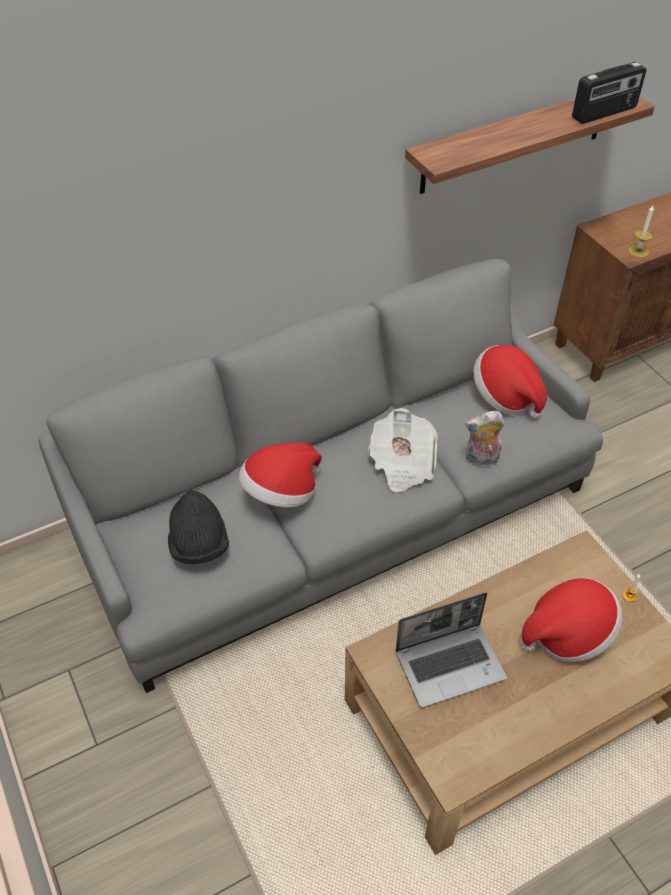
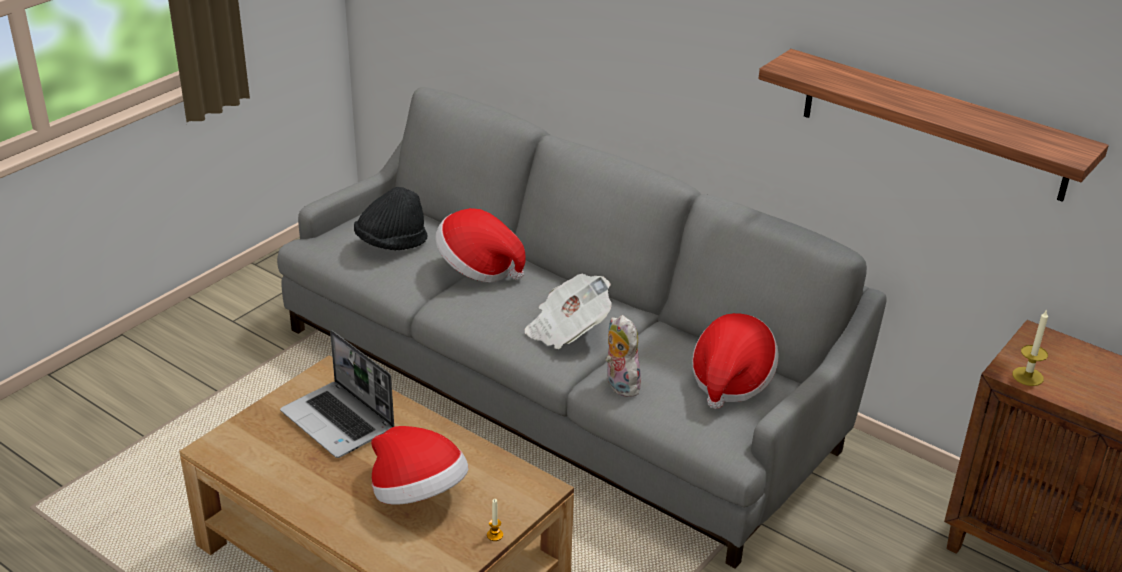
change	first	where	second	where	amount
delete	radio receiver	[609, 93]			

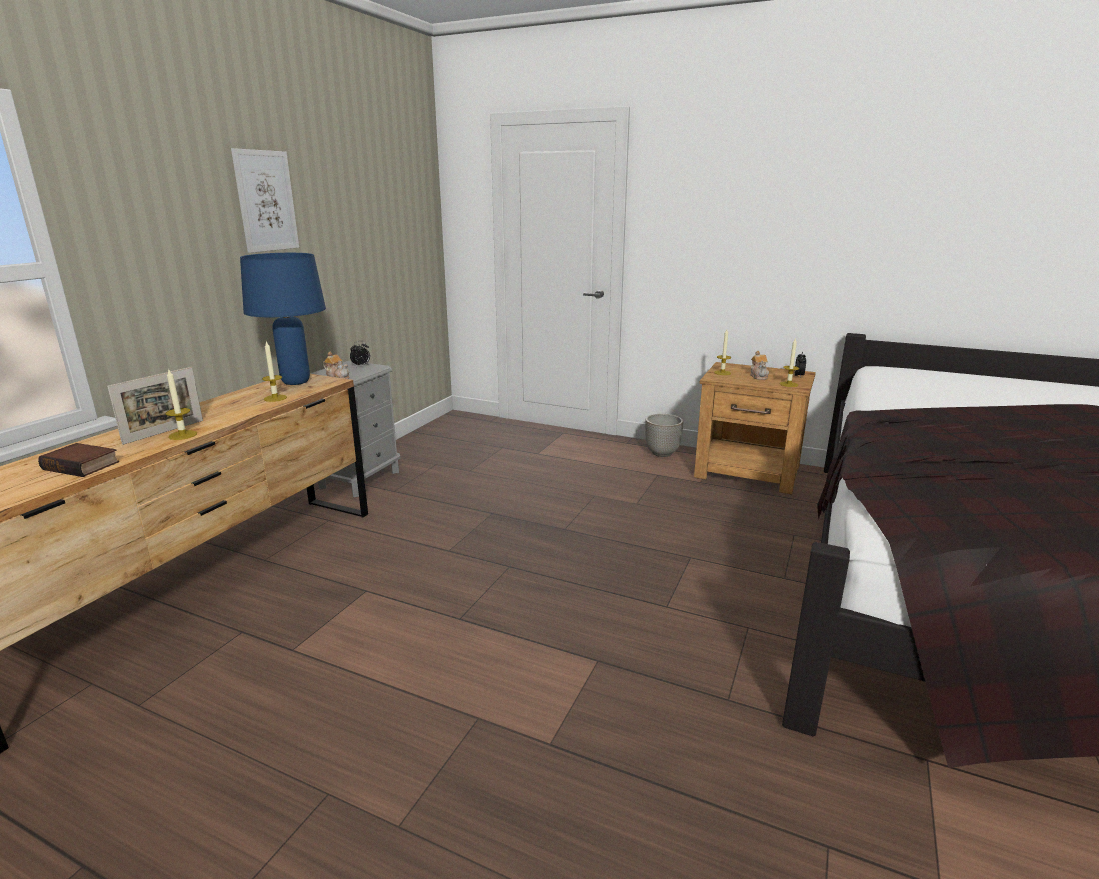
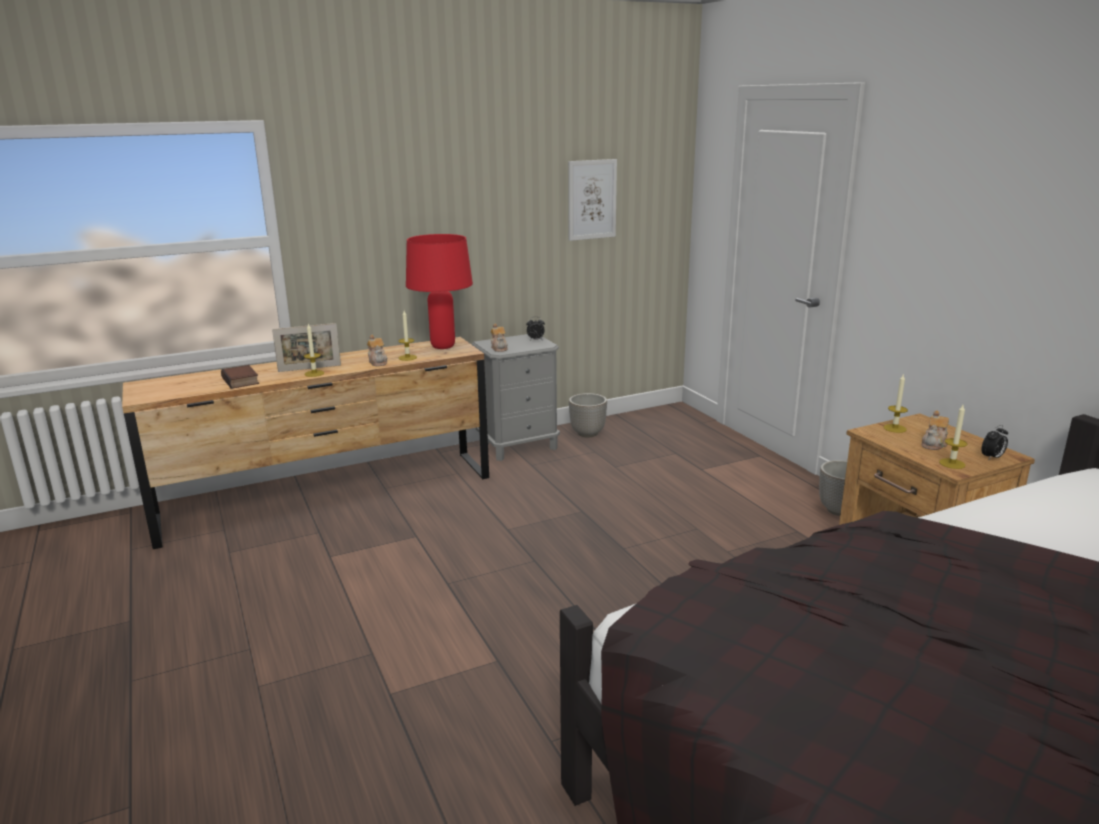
change	first	where	second	where	amount
insert			teapot	[377, 350]	
recolor	table lamp (blue-coloured)	[283, 319]	table lamp (reddish)	[439, 291]	
move	wall picture	[265, 200]		[592, 200]	
insert			plant pot	[588, 415]	

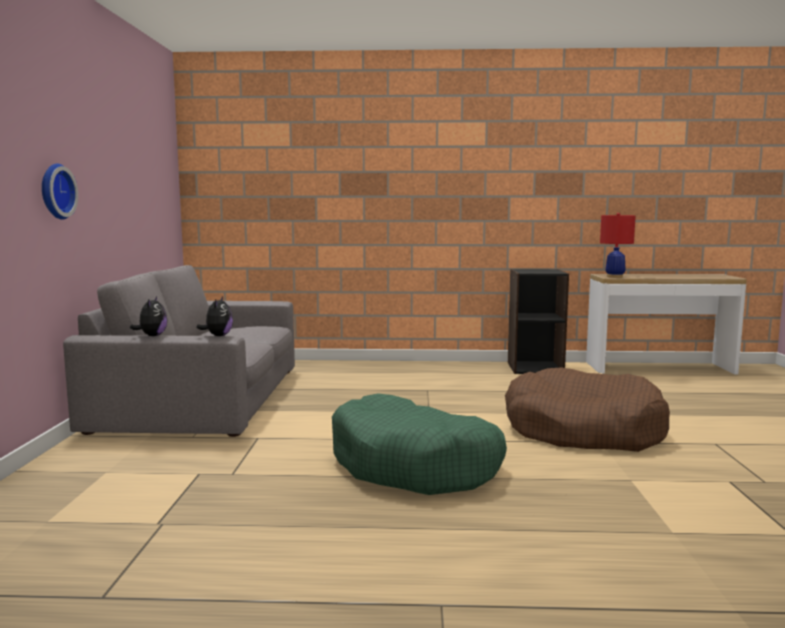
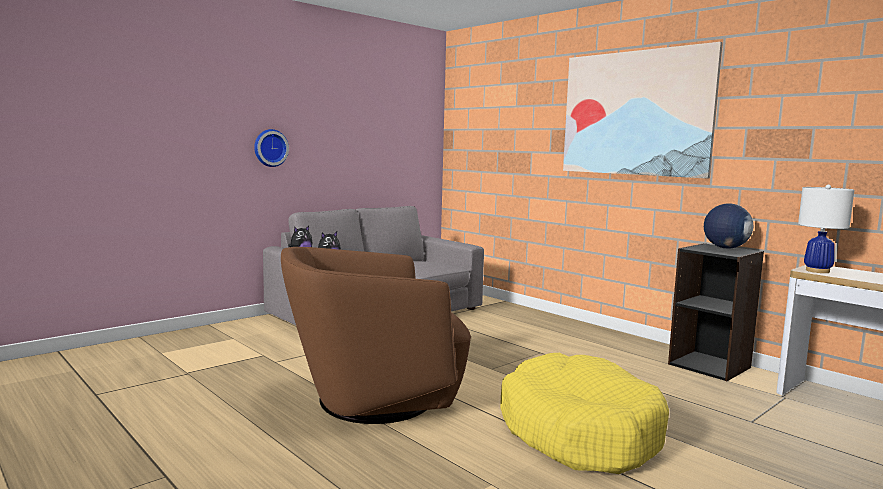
change	first	where	second	where	amount
replace	dog cushion (green)	[419, 444]	armchair (brown-coloured)	[376, 335]	
recolor	dog cushion (brown-coloured)	[587, 409]	dog cushion (yellow-coloured)	[584, 413]	
insert			wall picture	[643, 110]	
insert			desk globe	[728, 225]	
recolor	table lamp (reddish)	[618, 245]	table lamp (white-coloured)	[826, 229]	

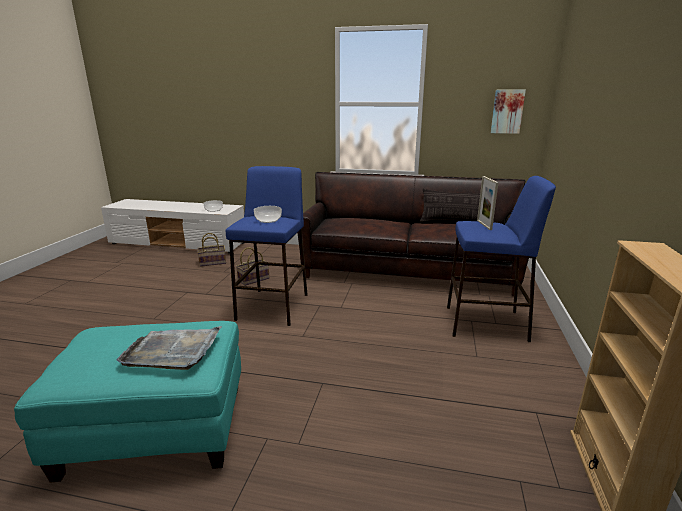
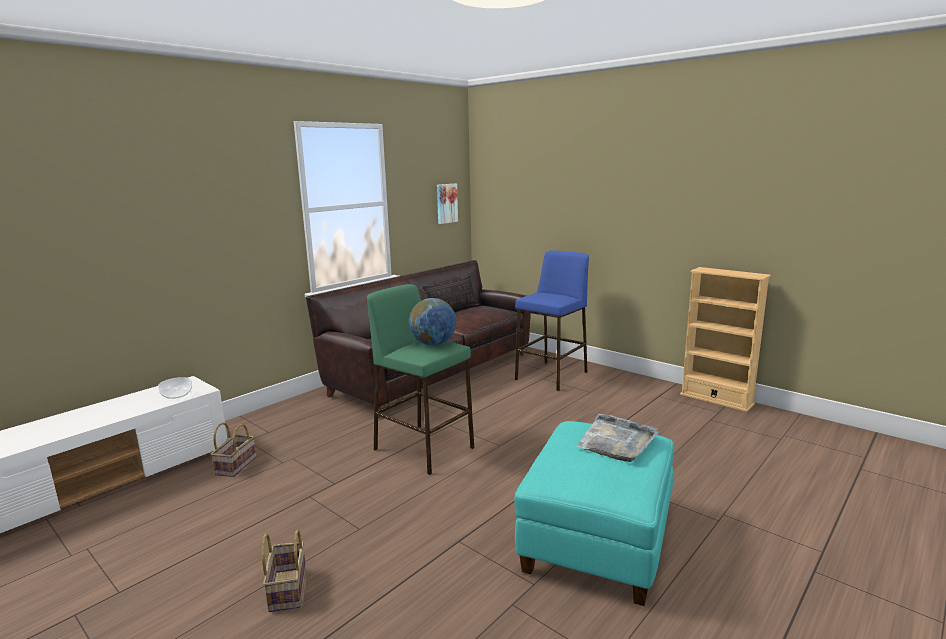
change	first	where	second	where	amount
move	storage basket	[252, 266]		[284, 571]	
recolor	sitting stool (blue-coloured)	[267, 246]	sitting stool (green)	[420, 379]	
replace	bowl	[268, 214]	desk globe	[432, 321]	
delete	picture frame	[488, 203]			

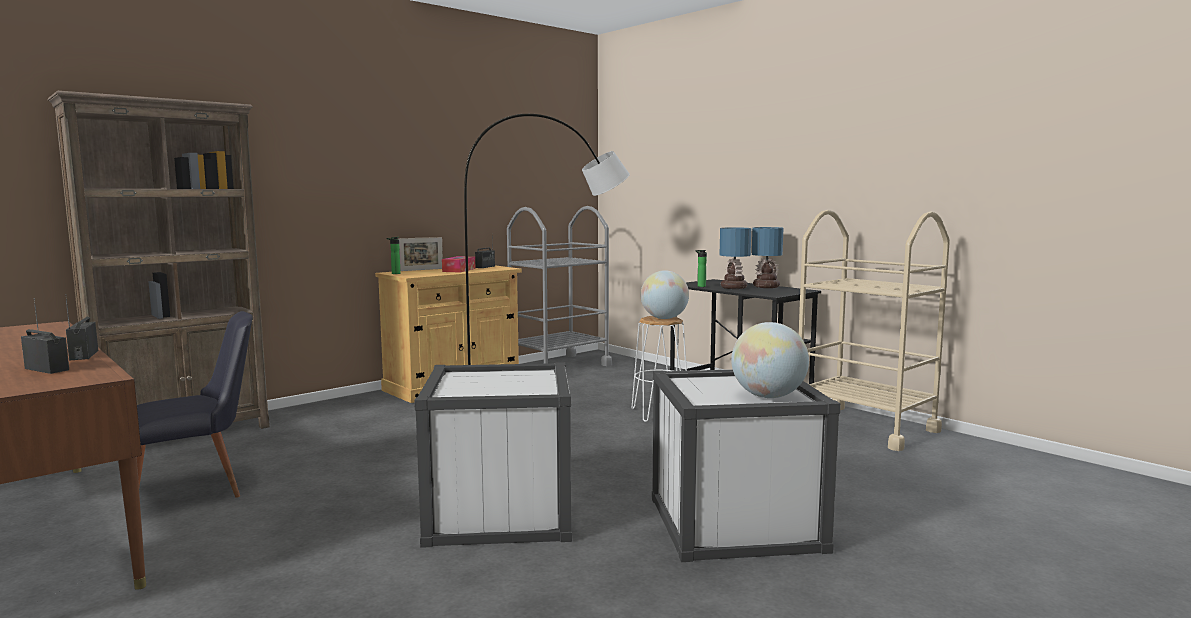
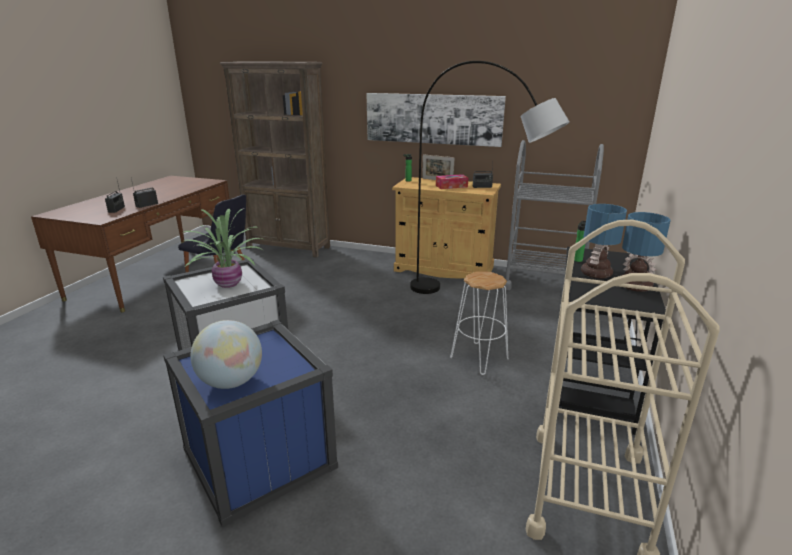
change	first	where	second	where	amount
recolor	storage bin (white-coloured)	[746, 465]	storage bin (blue-coloured)	[250, 424]	
insert			plant in a pot	[223, 248]	
insert			wall picture	[436, 120]	
delete	desk globe	[664, 294]			

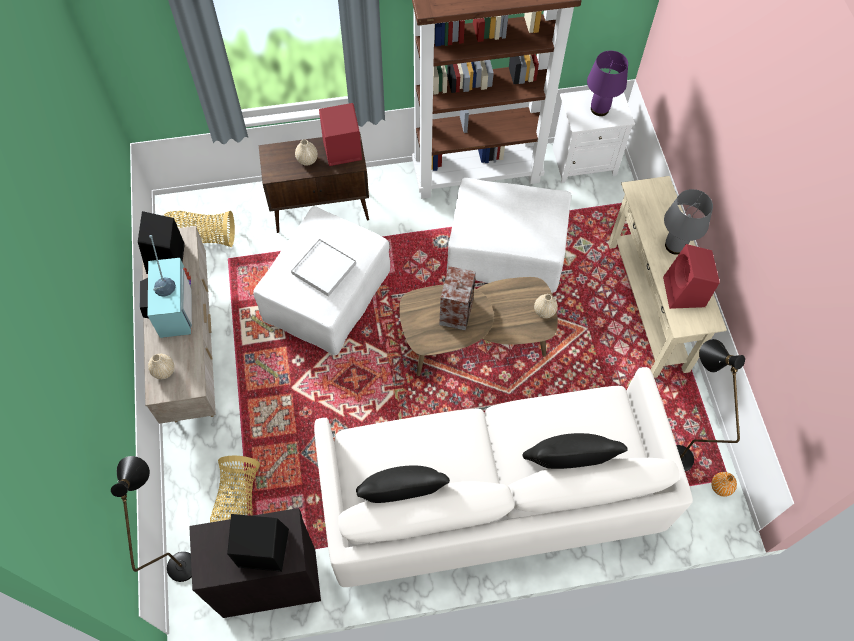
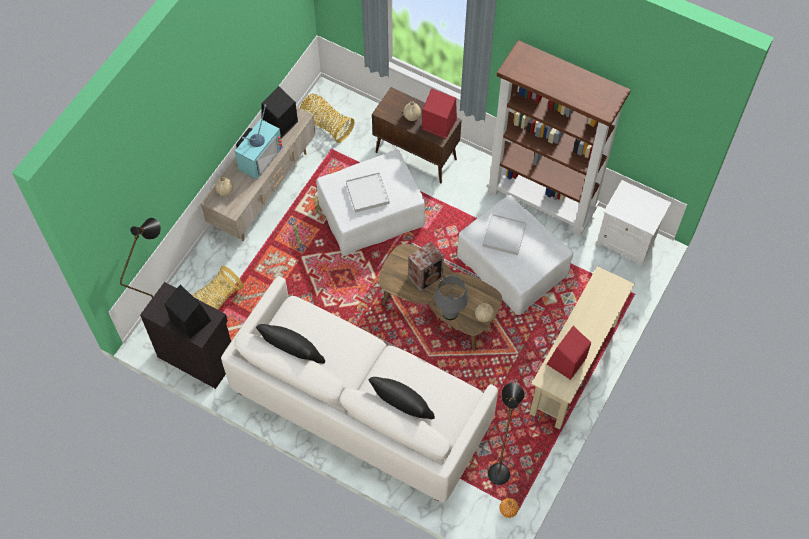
change	first	where	second	where	amount
move	table lamp (gray)	[688, 222]		[451, 297]	
insert			carrying tray (white-coloured)	[505, 234]	
delete	table lamp (purple-coloured)	[607, 83]			

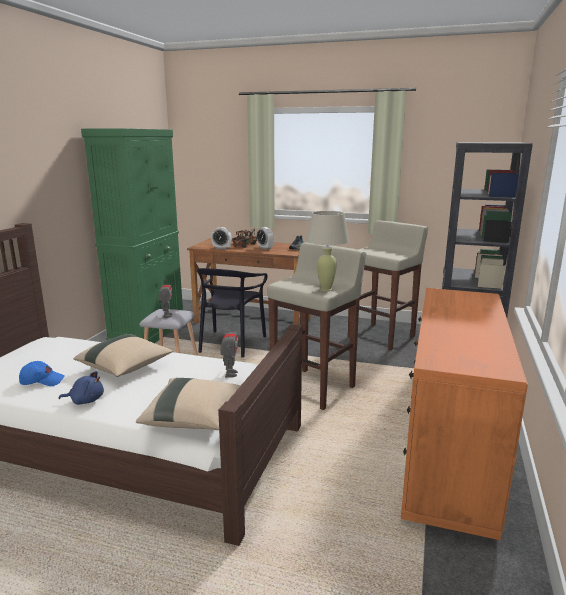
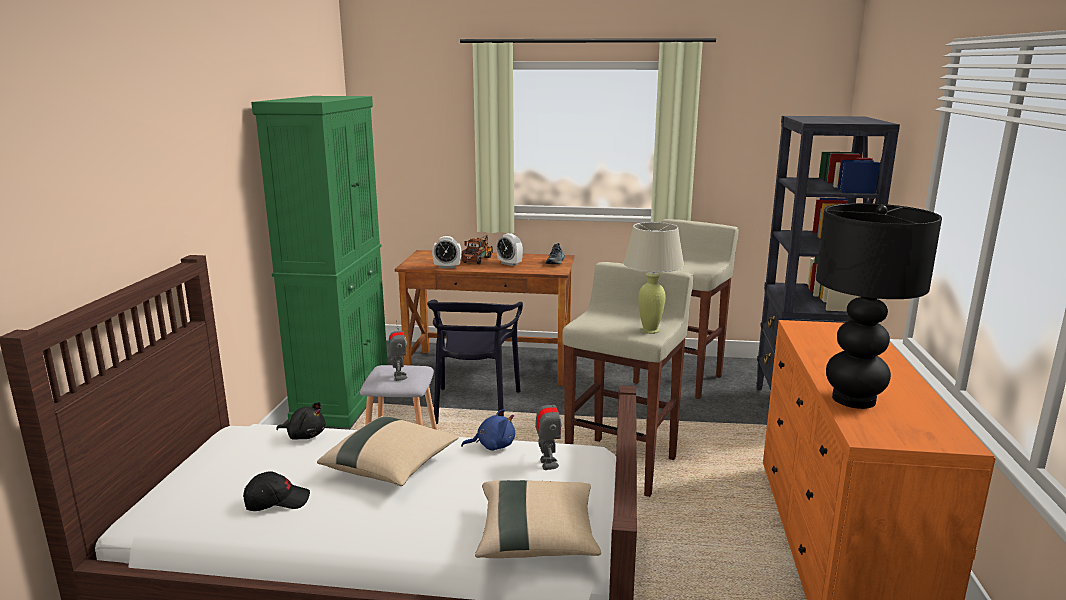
change	first	where	second	where	amount
recolor	peaked cap (blue-coloured)	[42, 373]	peaked cap (blackish)	[276, 491]	
insert			cuddly toy (blackish)	[301, 421]	
move	cuddly toy (blue-coloured)	[81, 388]		[488, 430]	
insert			table lamp (blackish)	[879, 306]	

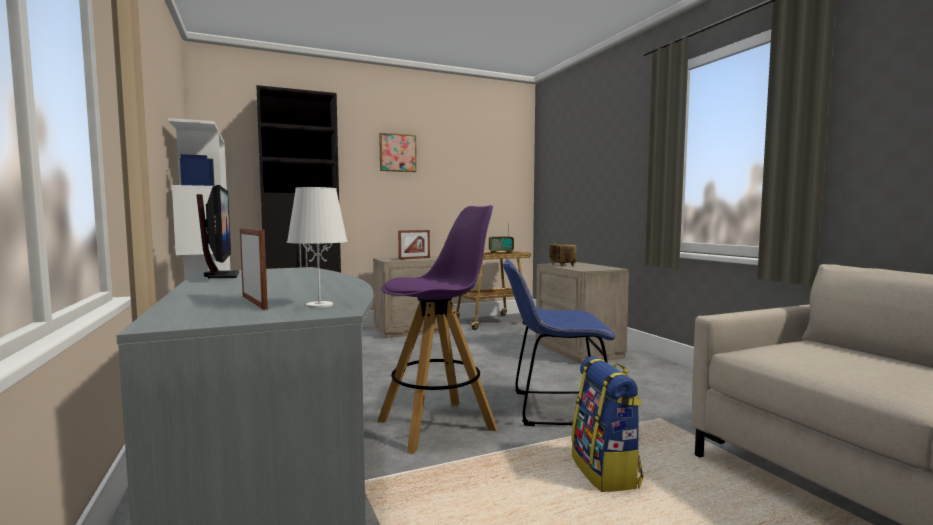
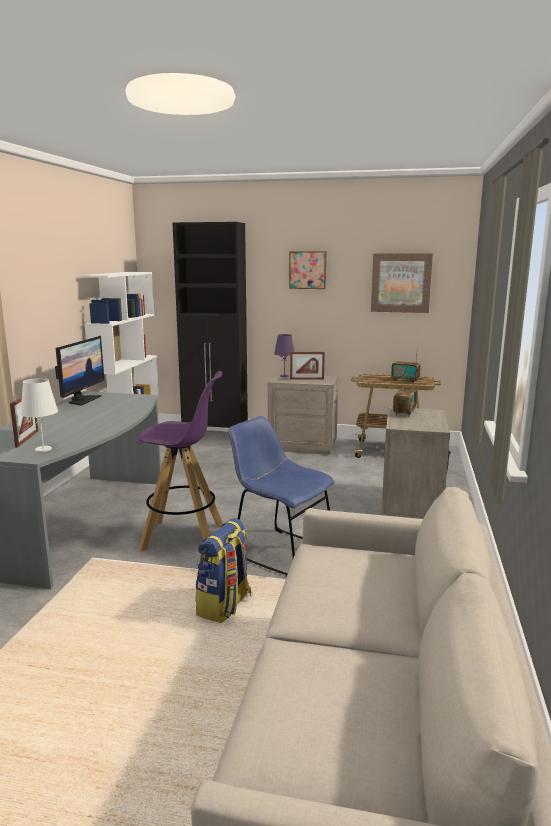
change	first	where	second	where	amount
insert			table lamp (purple-coloured)	[284, 355]	
insert			wall picture	[402, 283]	

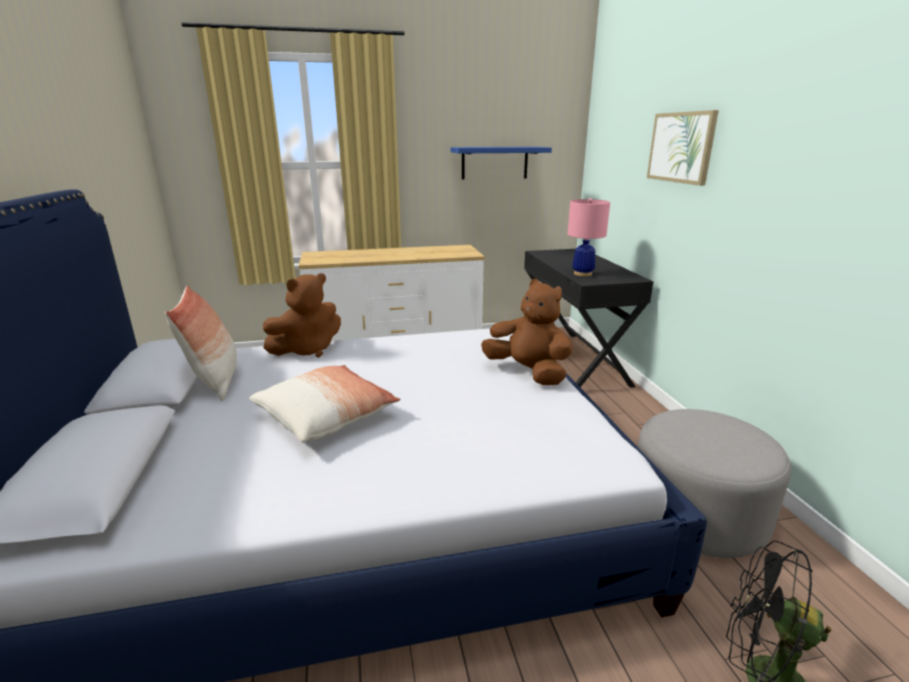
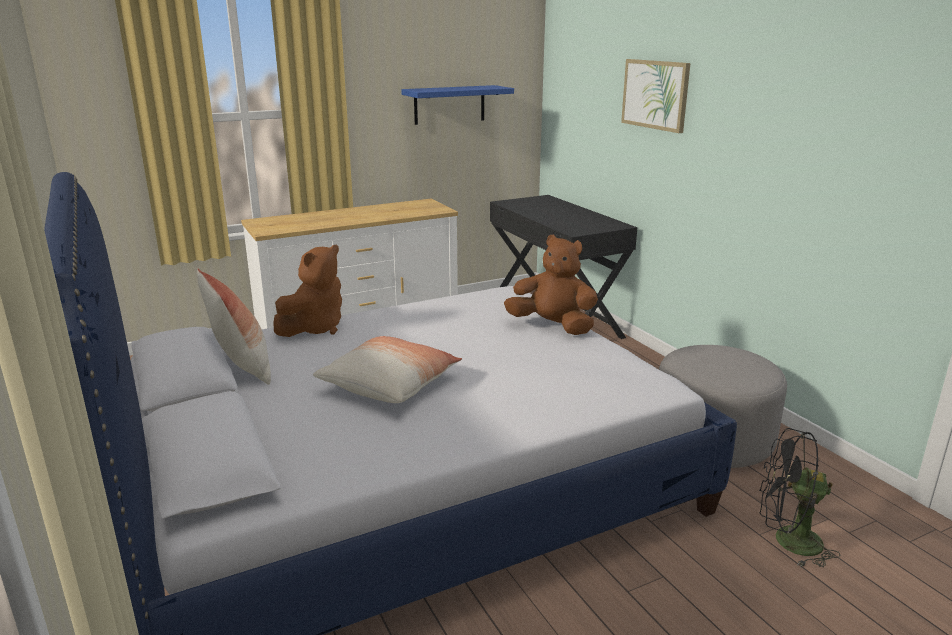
change	first	where	second	where	amount
delete	table lamp (pink)	[589, 237]			

